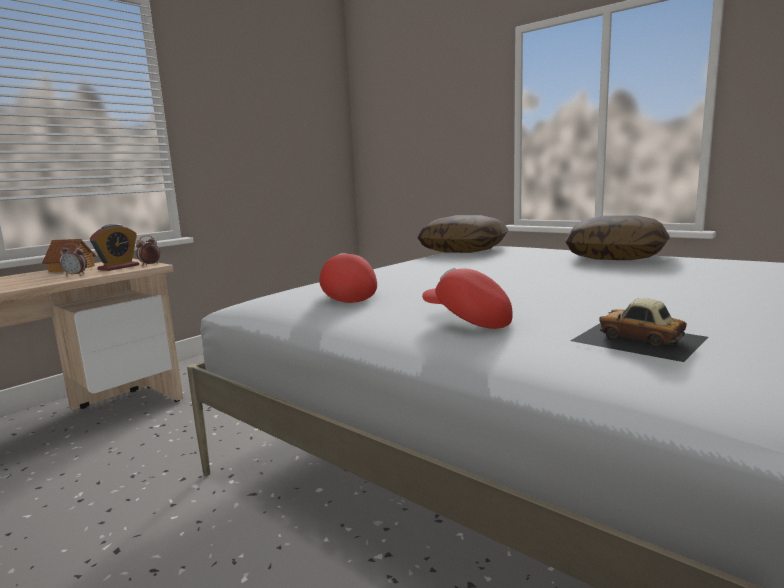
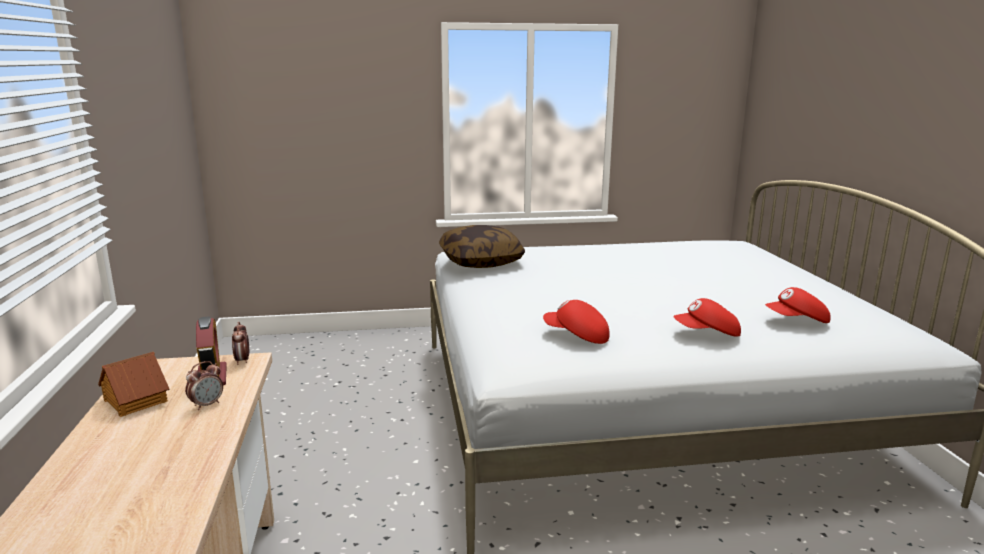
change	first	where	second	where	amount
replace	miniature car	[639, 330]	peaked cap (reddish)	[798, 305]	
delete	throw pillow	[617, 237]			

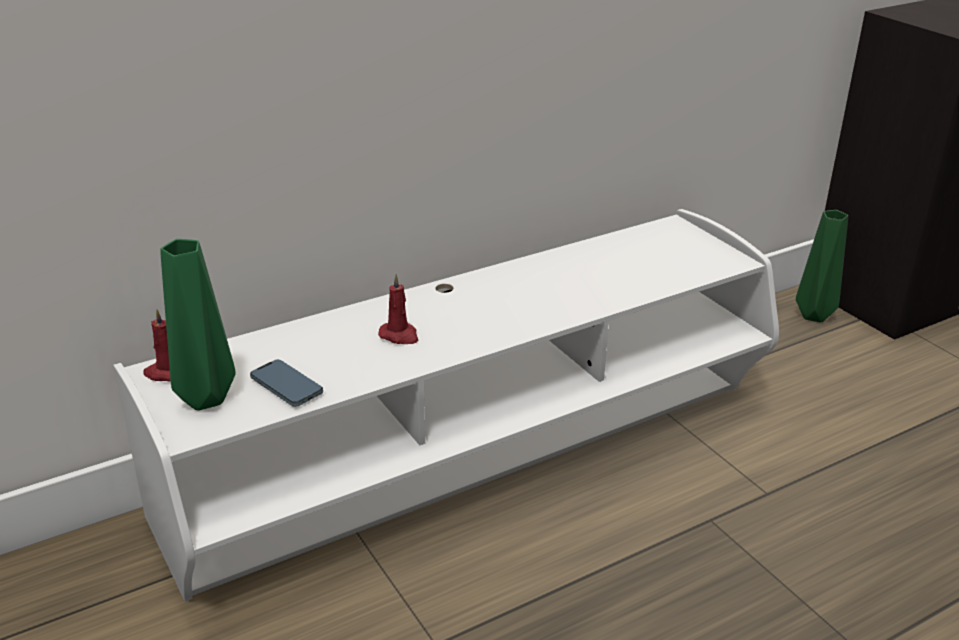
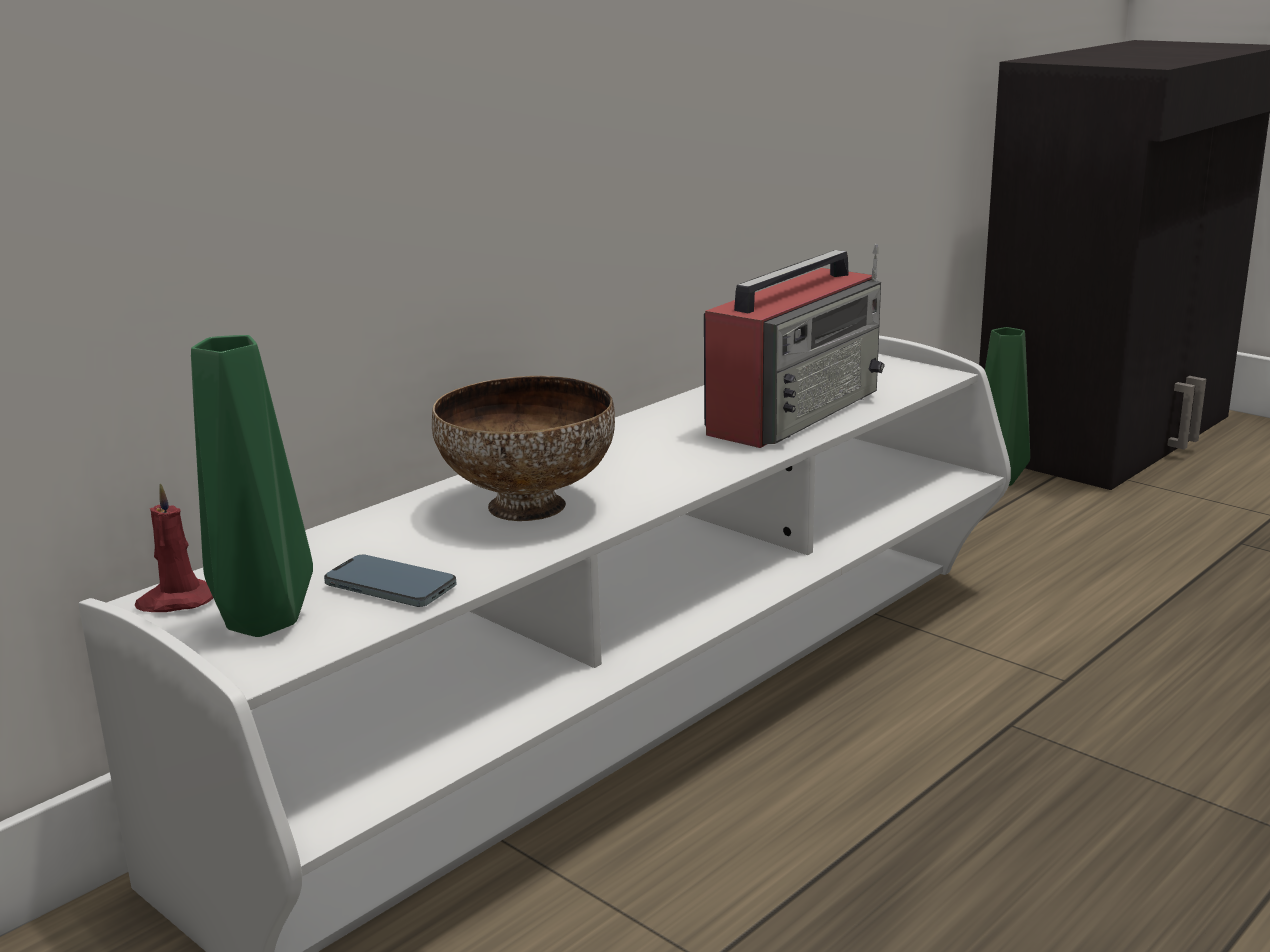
change	first	where	second	where	amount
replace	wax candle (reddish)	[398, 309]	bowl	[523, 448]	
insert			radio receiver	[794, 346]	

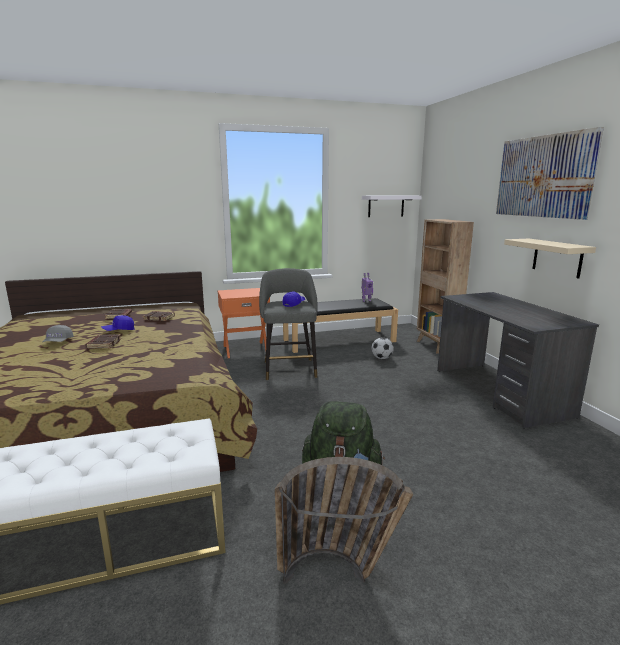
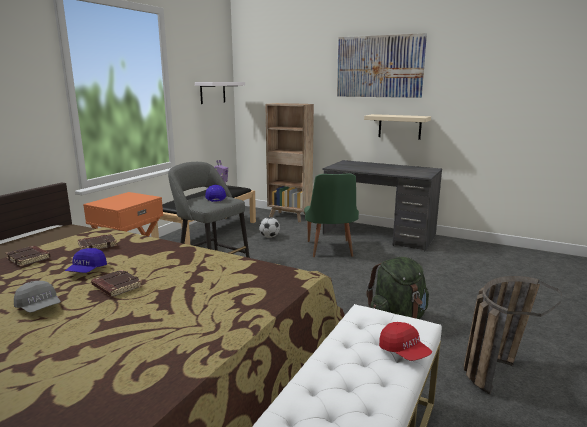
change	first	where	second	where	amount
insert			plain chair (green)	[331, 215]	
insert			peaked cap (reddish)	[405, 341]	

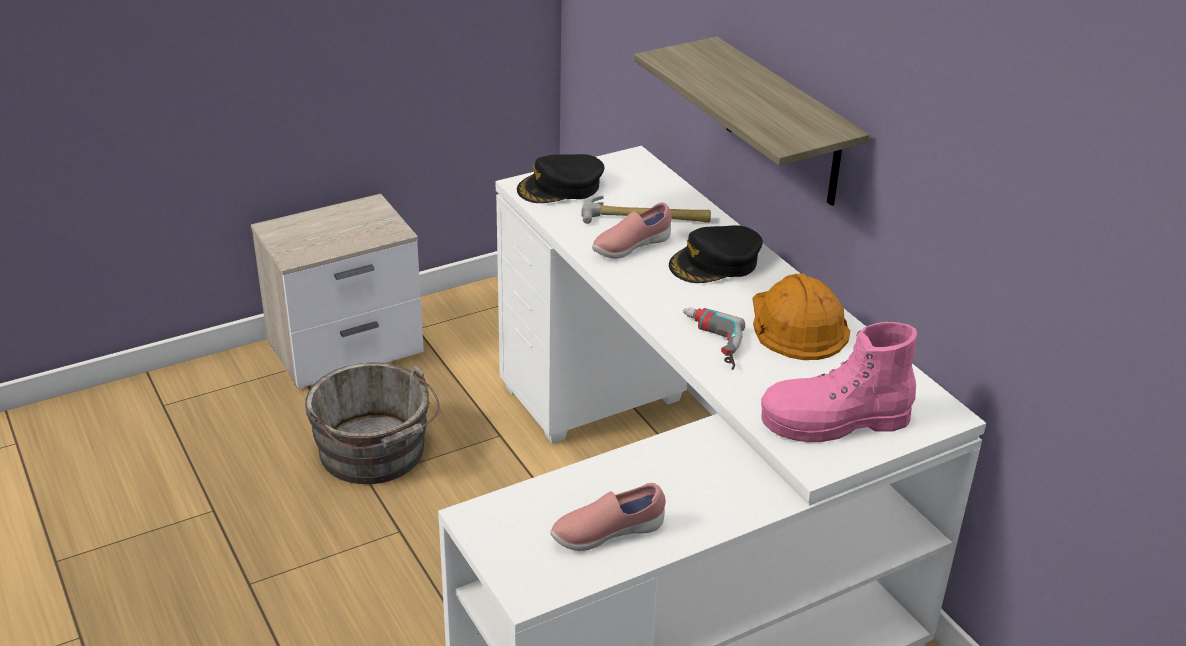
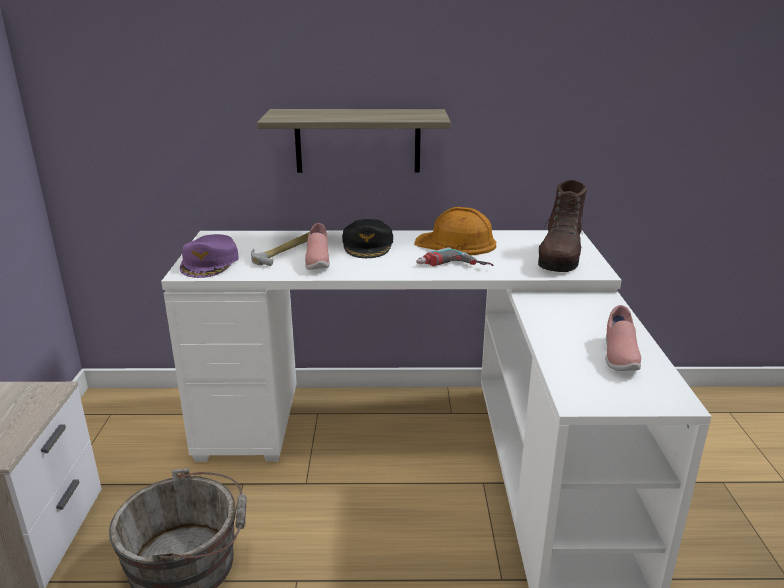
change	first	where	second	where	amount
recolor	peaked cap (blackish)	[560, 178]	peaked cap (purple-coloured)	[209, 256]	
recolor	high-top boot (pink)	[839, 382]	high-top boot (brown-coloured)	[562, 226]	

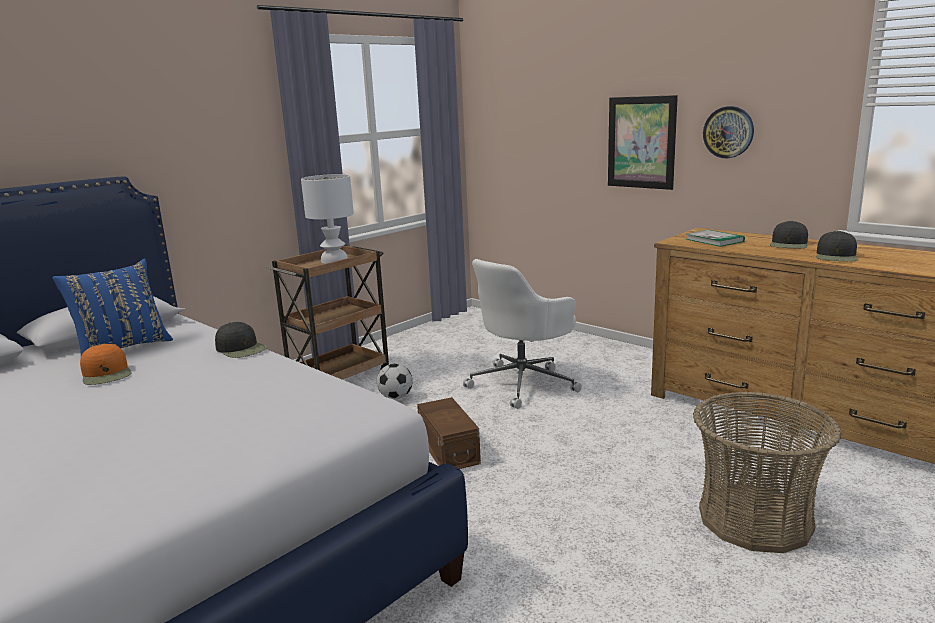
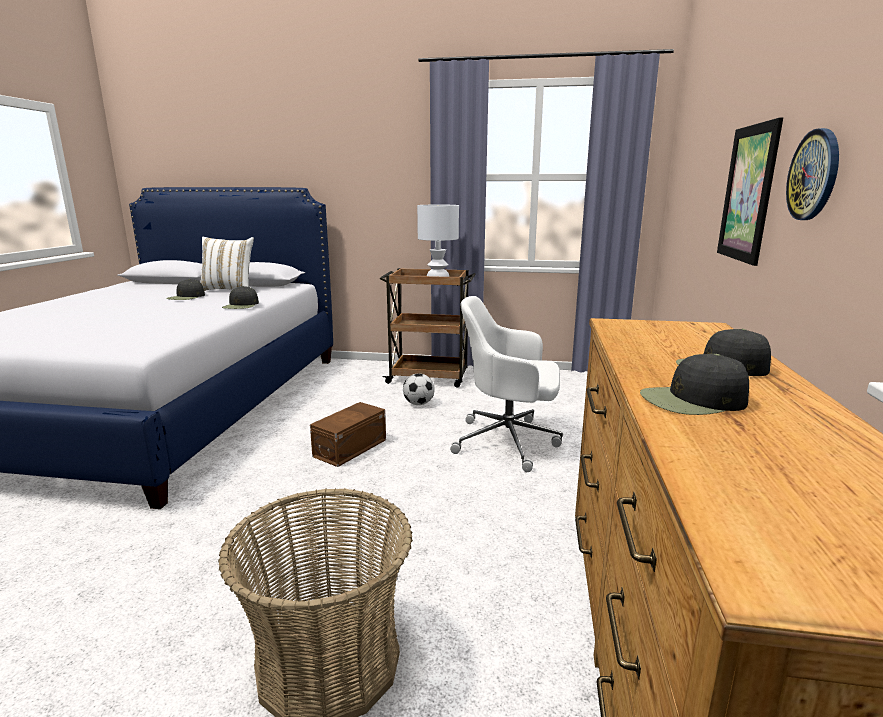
change	first	where	second	where	amount
recolor	peaked cap (orange-coloured)	[106, 364]	peaked cap (blackish)	[185, 289]	
recolor	throw pillow (blue-coloured)	[112, 307]	throw pillow (white-coloured)	[227, 264]	
delete	book	[715, 238]			

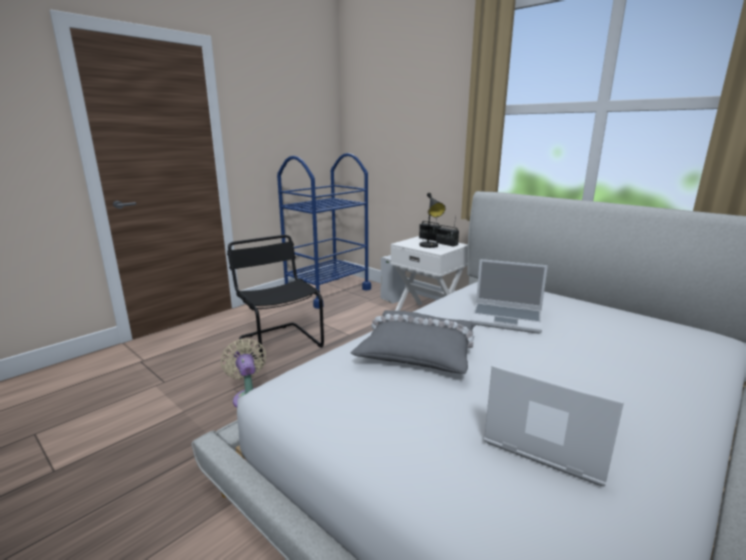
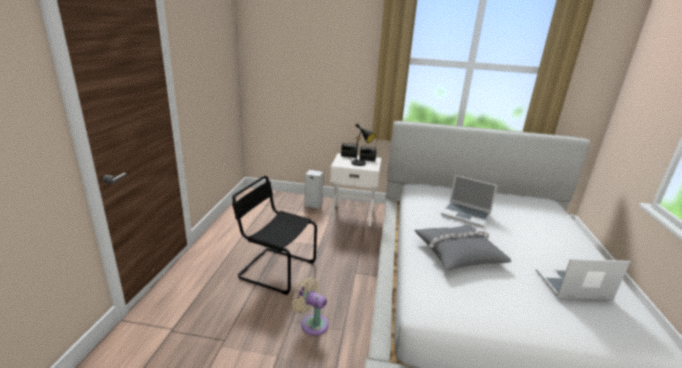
change	first	where	second	where	amount
rotate	laptop	[509, 296]		[469, 201]	45 degrees clockwise
delete	cart (blue-coloured)	[324, 231]			

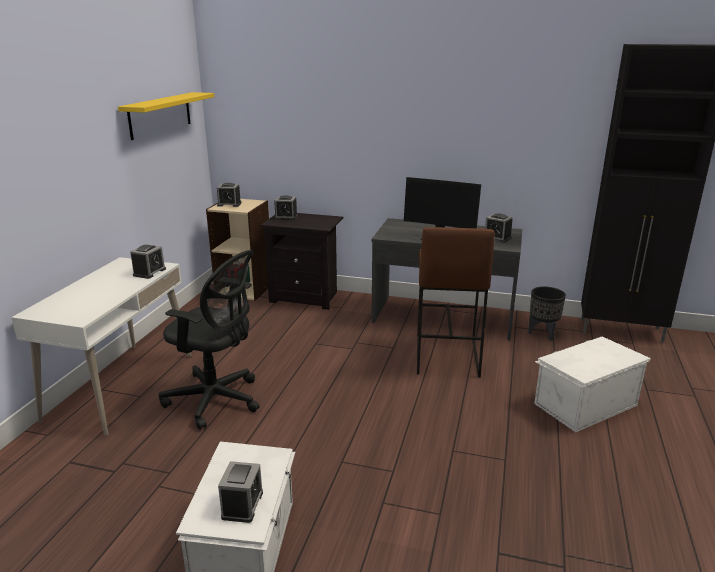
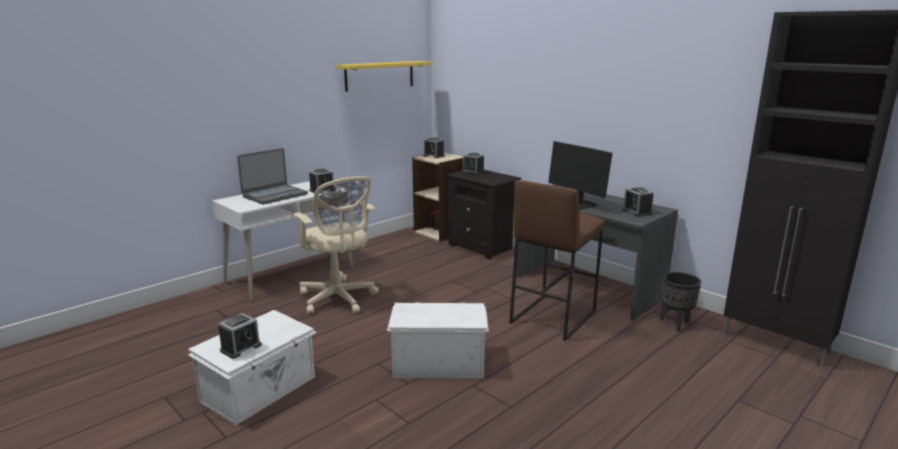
change	first	where	second	where	amount
insert			laptop	[272, 176]	
recolor	office chair (blackish)	[208, 340]	office chair (beige)	[336, 245]	
move	storage bin (white-coloured)	[592, 384]		[438, 340]	

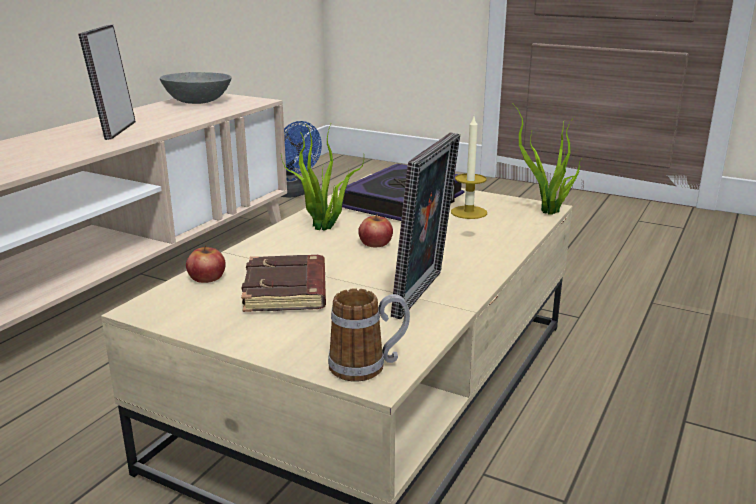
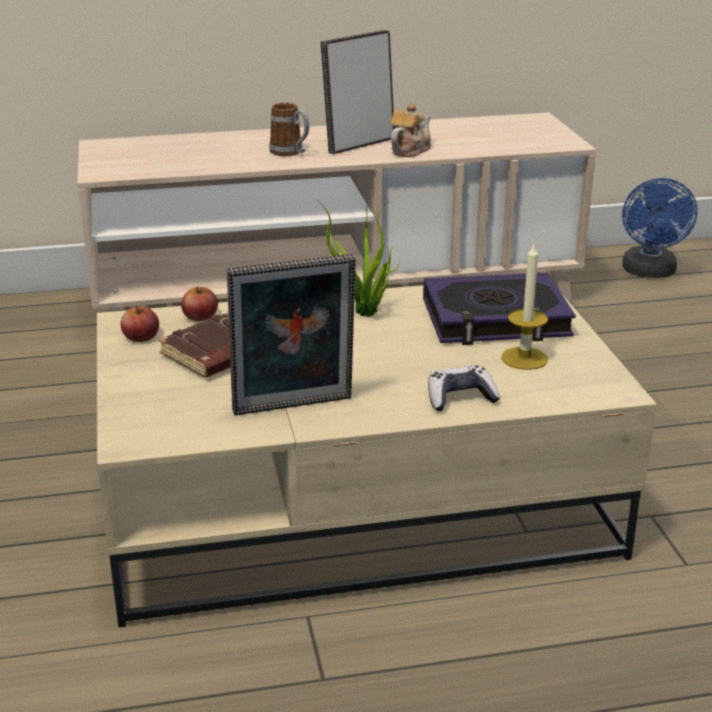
change	first	where	second	where	amount
move	whole apple	[375, 230]		[140, 324]	
move	mug	[369, 334]		[289, 129]	
insert			teapot	[410, 130]	
insert			joypad	[464, 388]	
delete	bowl (gray)	[195, 88]			
delete	plant in a pot	[547, 159]			

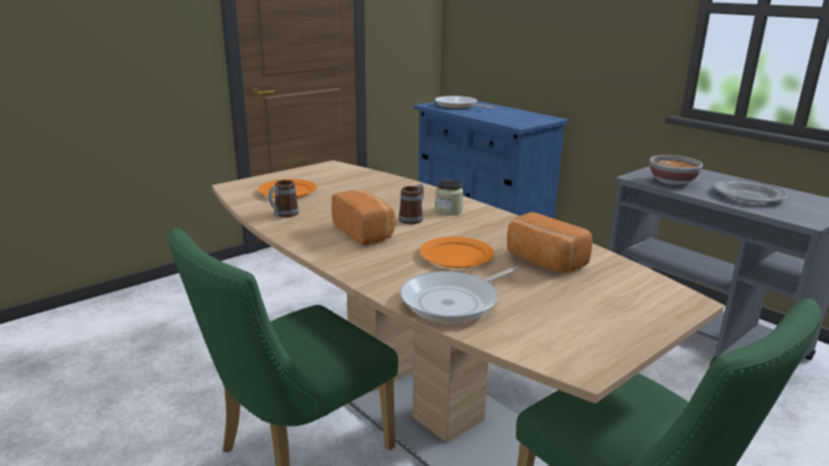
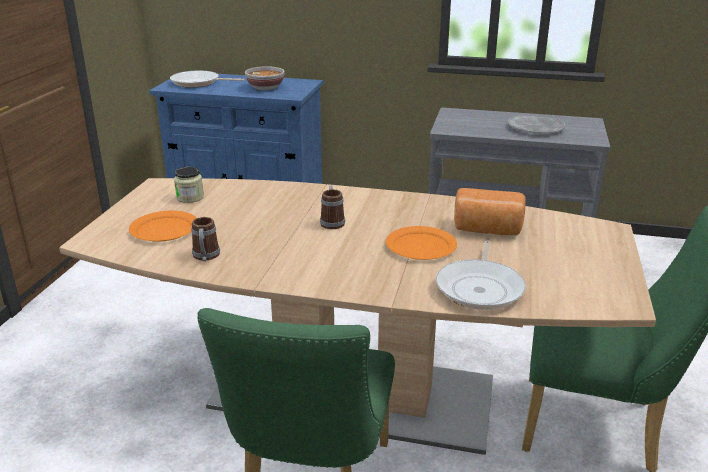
change	first	where	second	where	amount
move	storage jar	[449, 197]		[189, 185]	
move	bowl	[676, 170]		[264, 78]	
delete	bakery bread	[364, 218]			

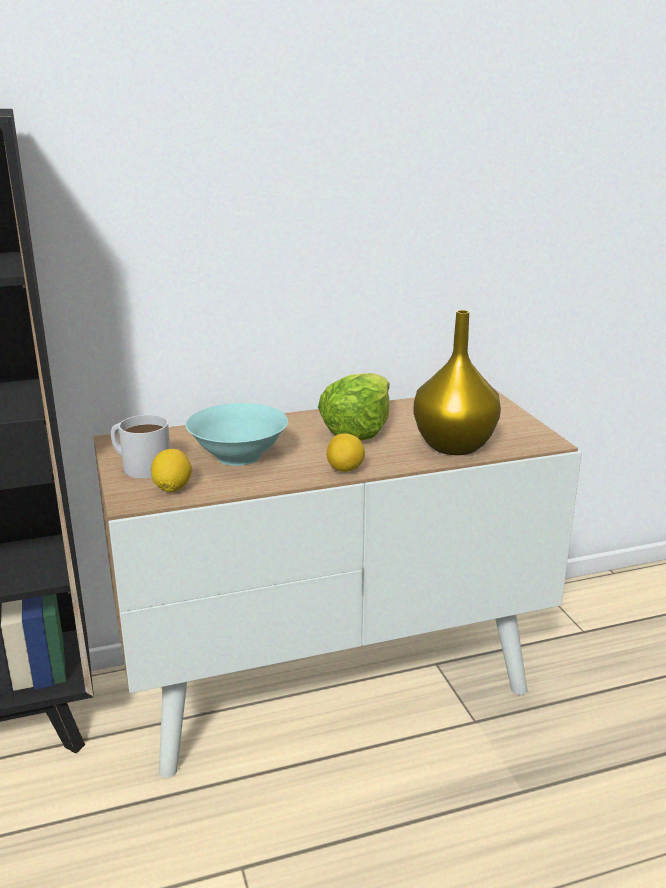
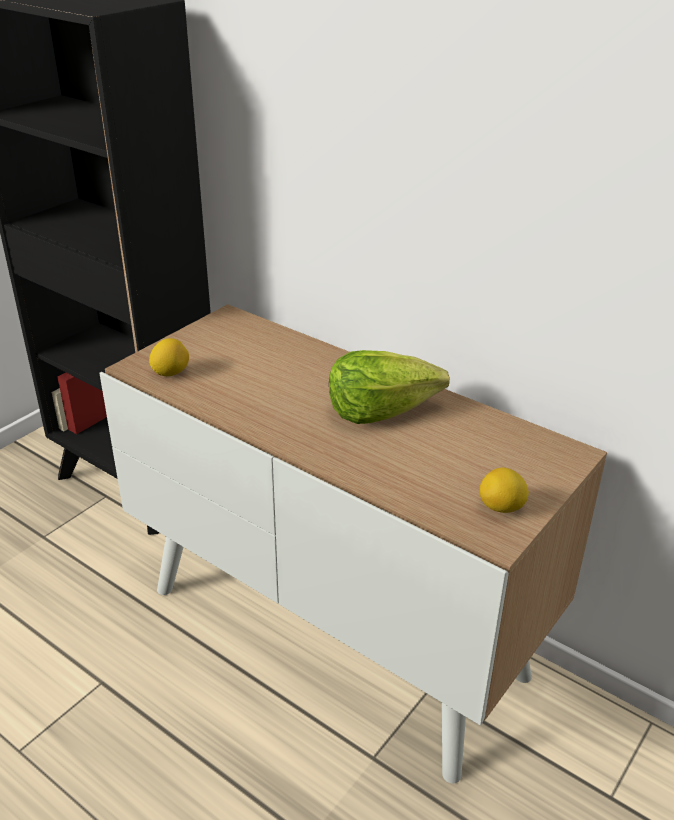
change	first	where	second	where	amount
move	citrus fruit	[345, 452]		[504, 490]	
delete	mug (white-coloured)	[140, 446]			
delete	bowl (turquoise)	[237, 434]			
delete	decorative vase (yellow-coloured)	[457, 382]			

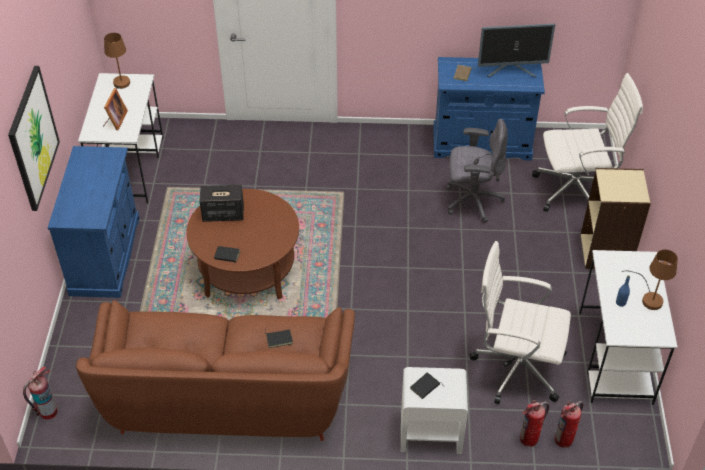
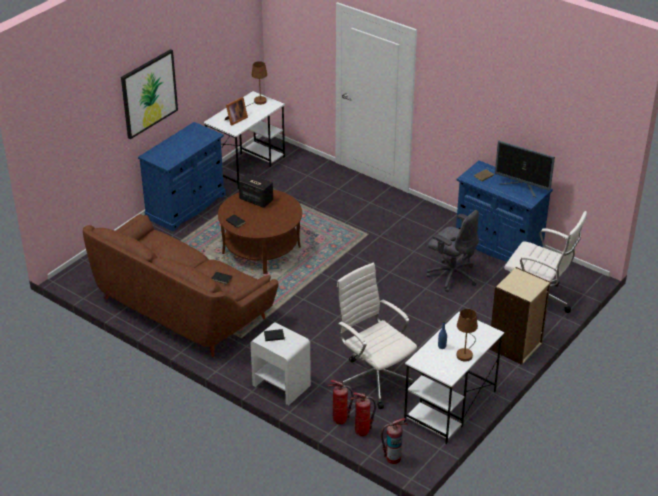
change	first	where	second	where	amount
move	fire extinguisher	[40, 392]		[394, 441]	

